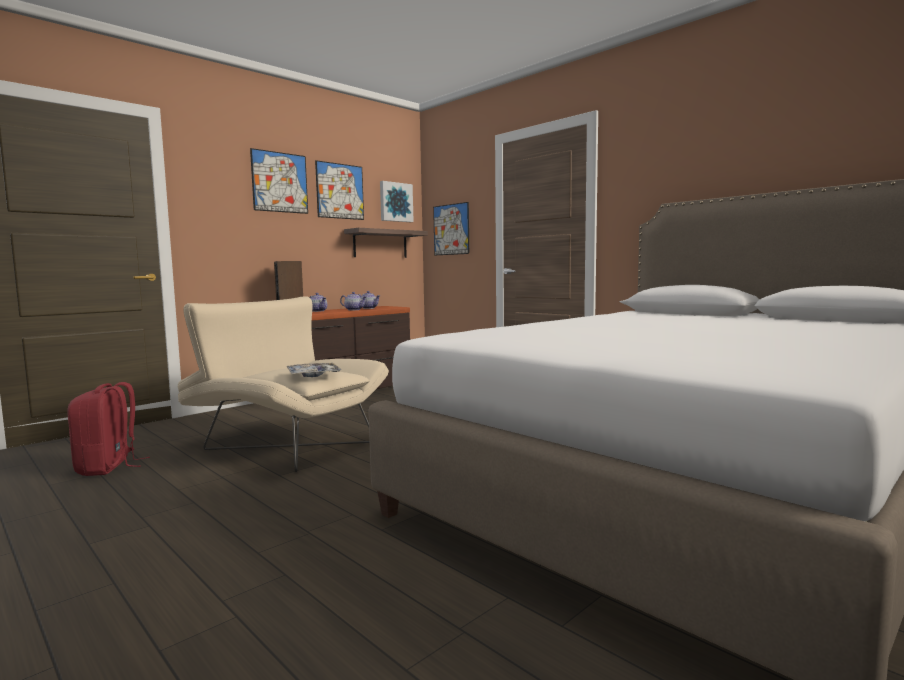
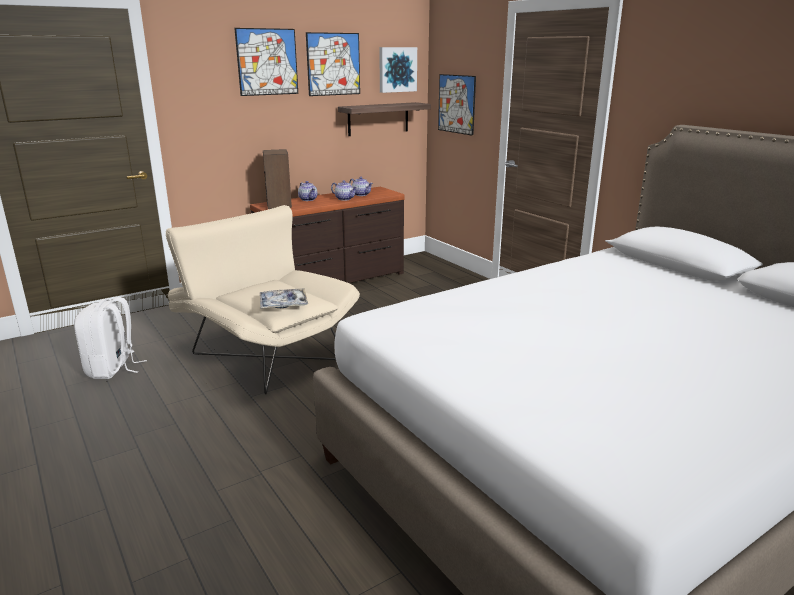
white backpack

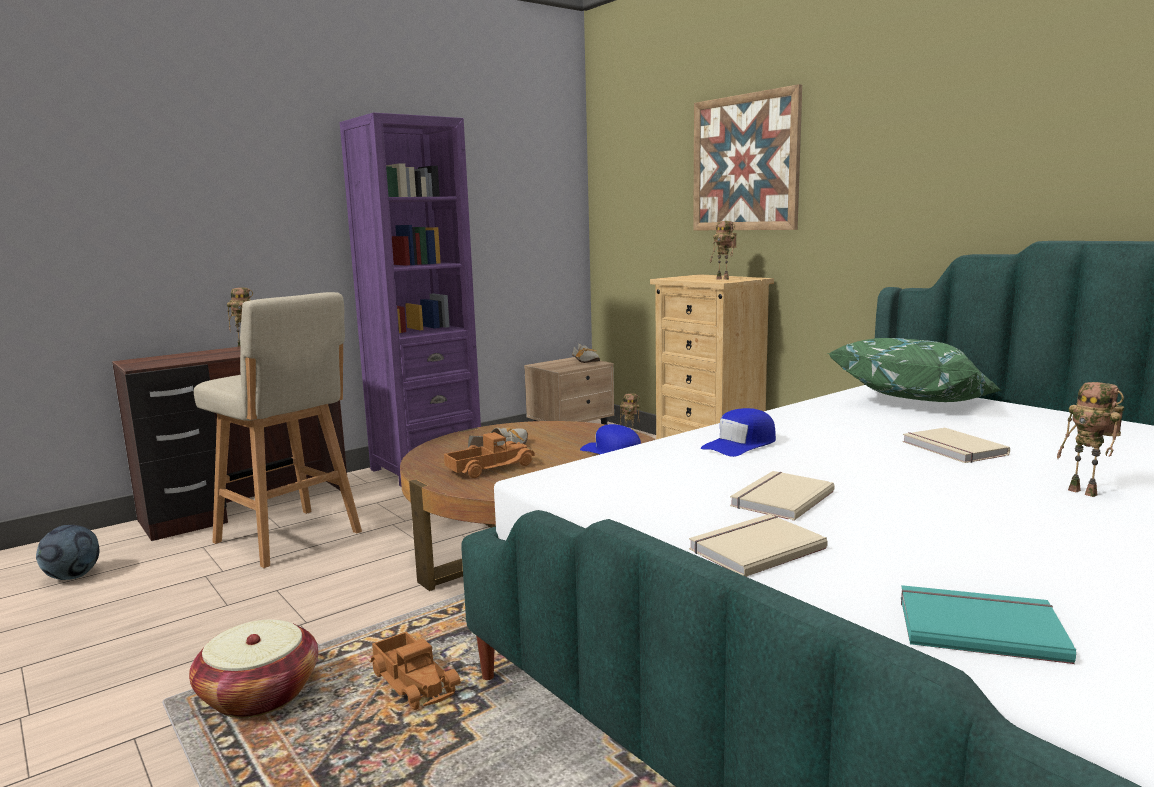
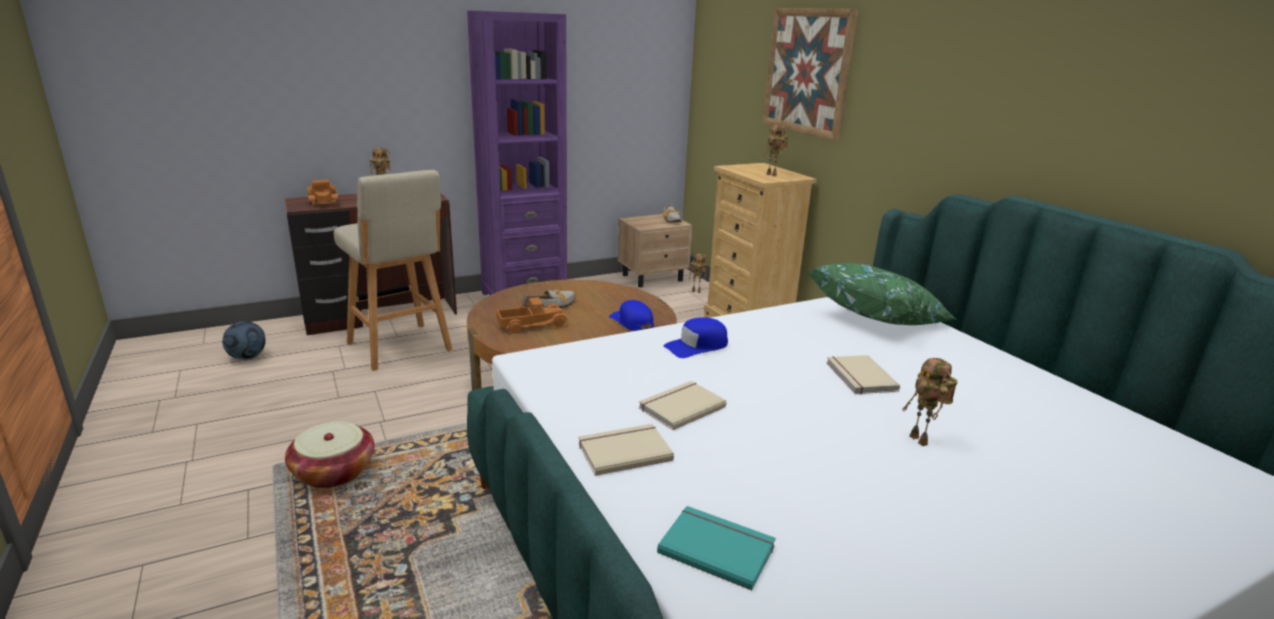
toy truck (1st from left)

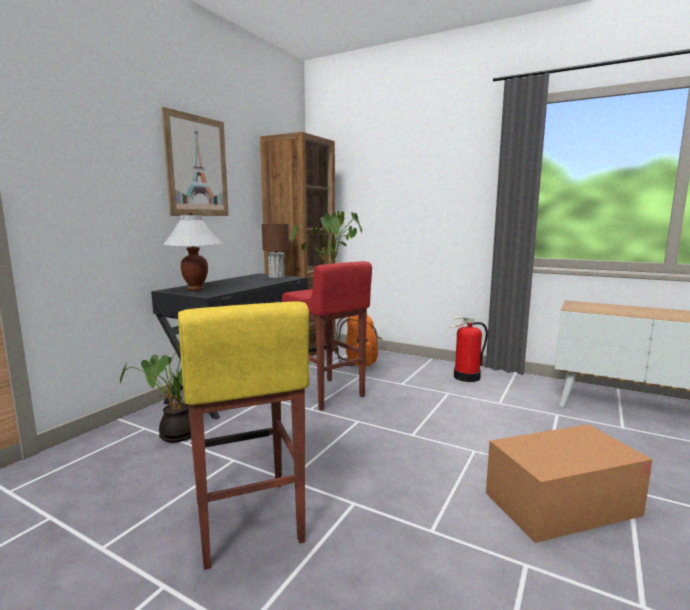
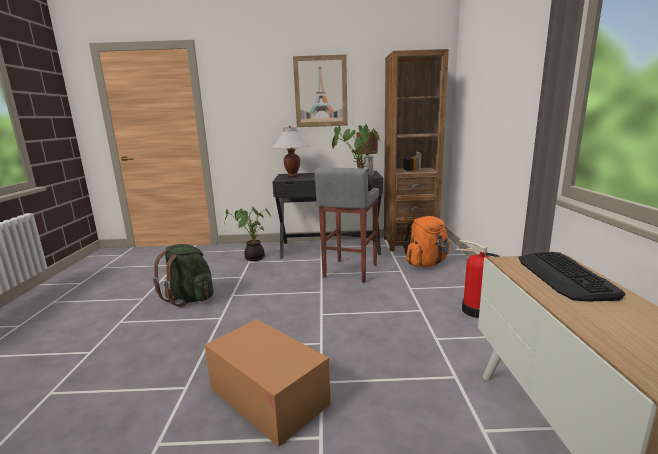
green backpack
grey stool
keyboard

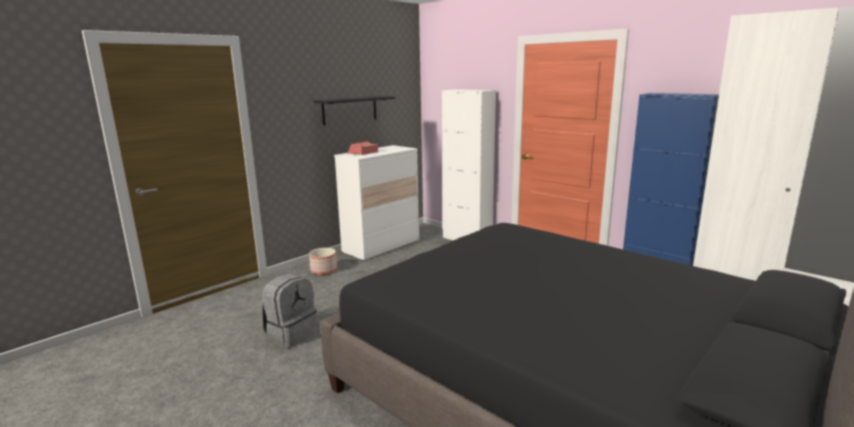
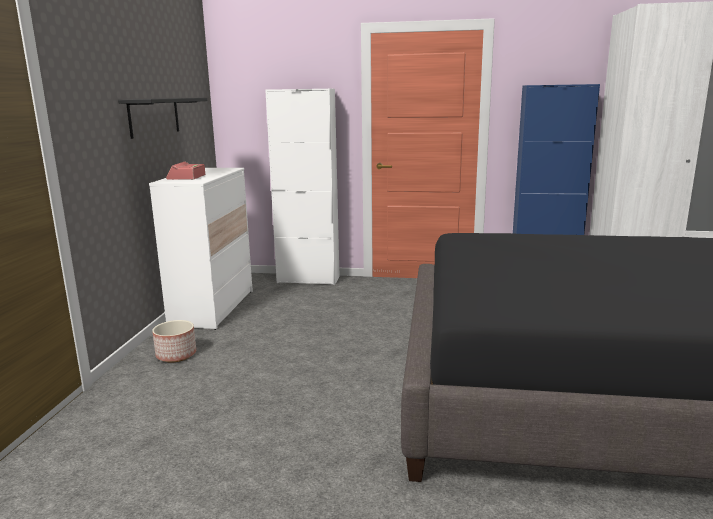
grey backpack

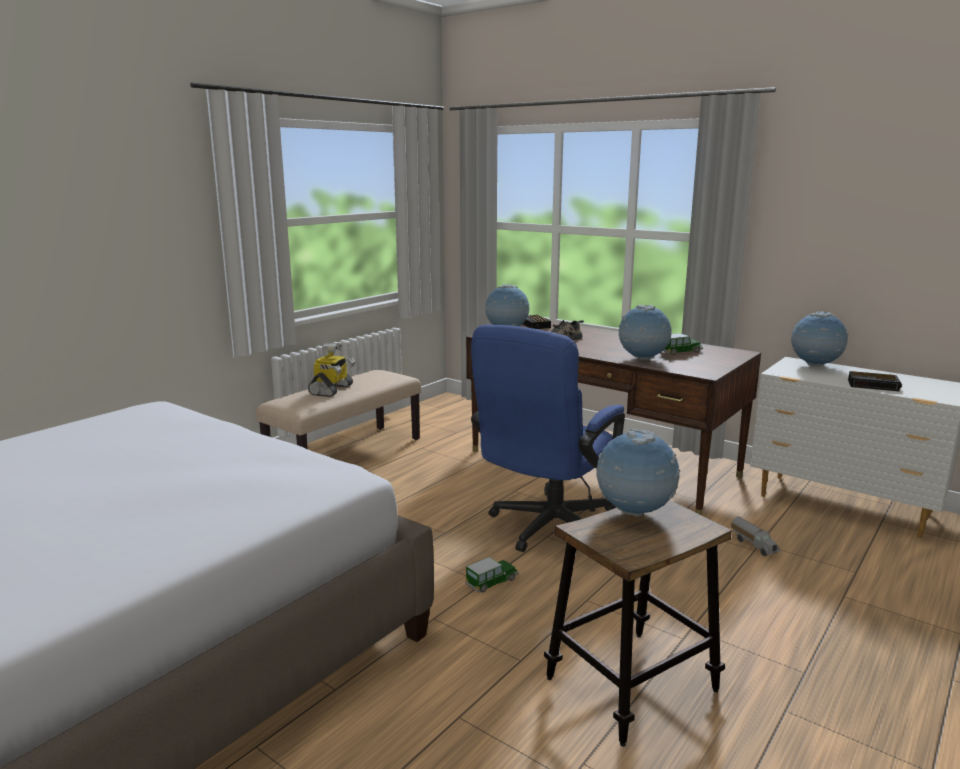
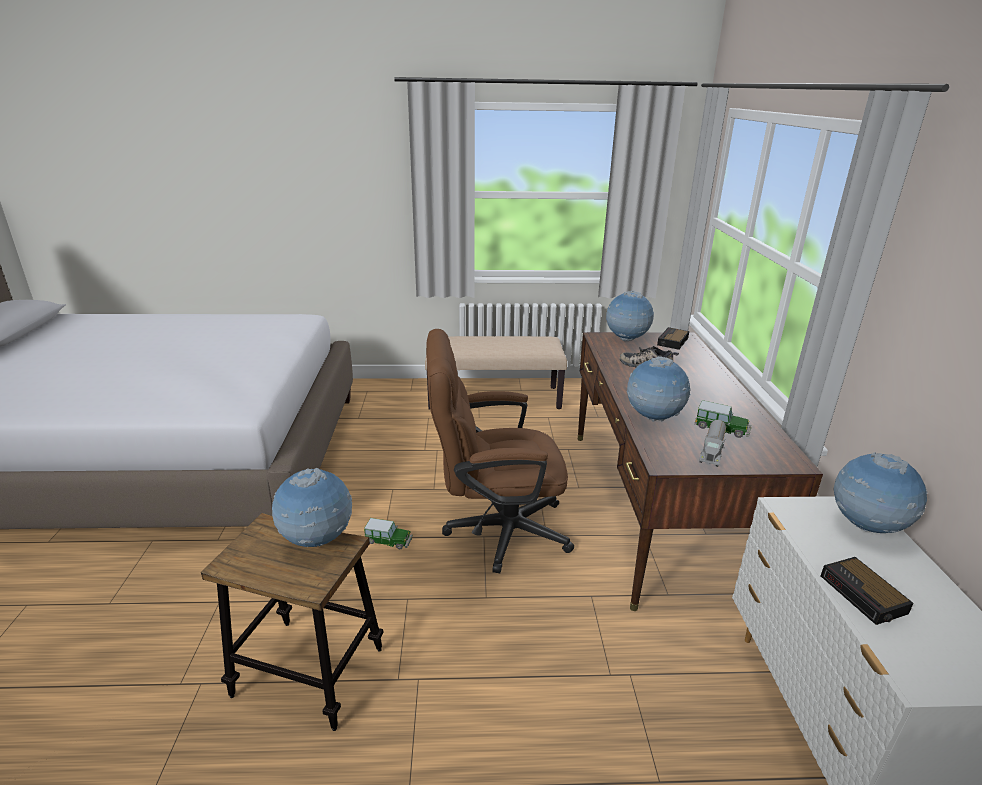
brown office chair
toy truck
toy robot

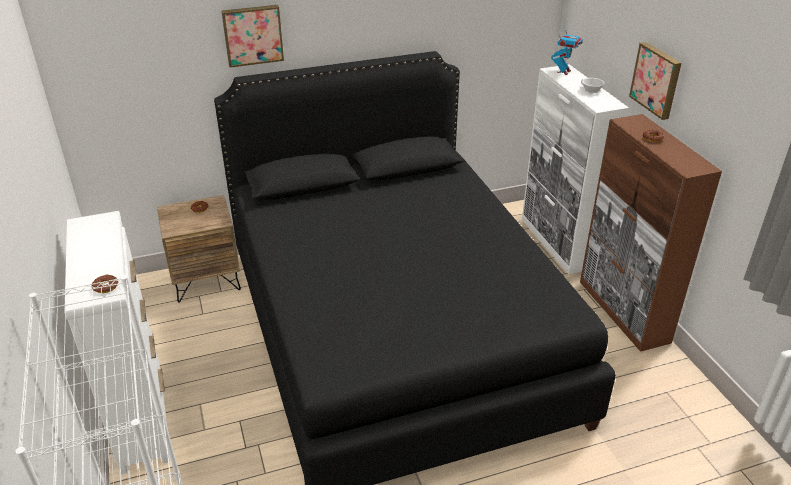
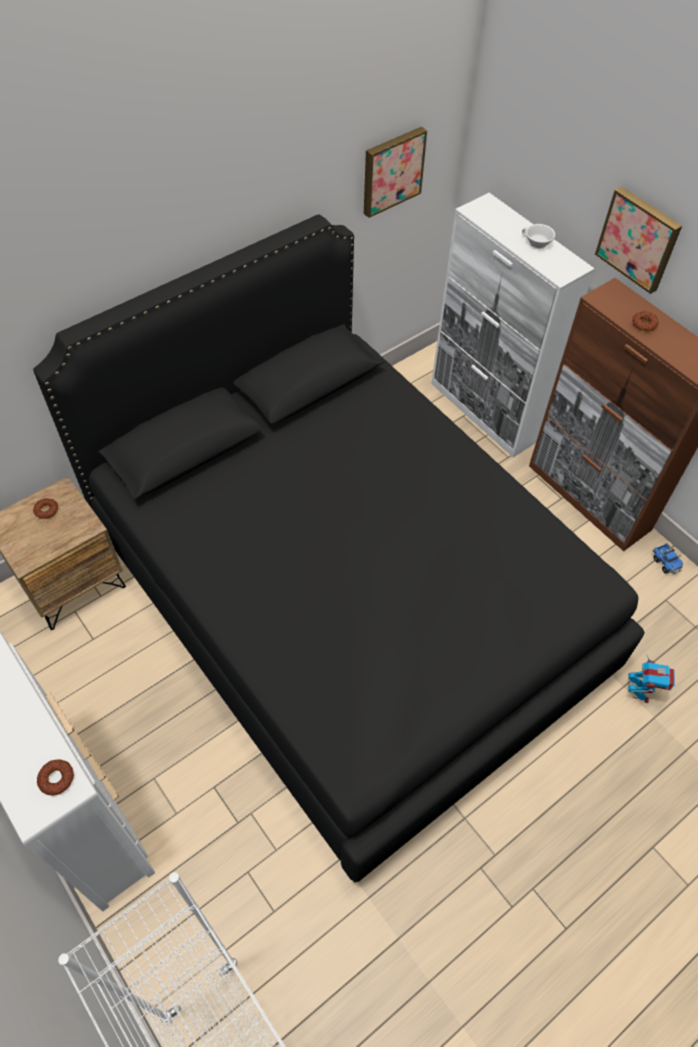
picture (1st from left)
toy robot
toy truck

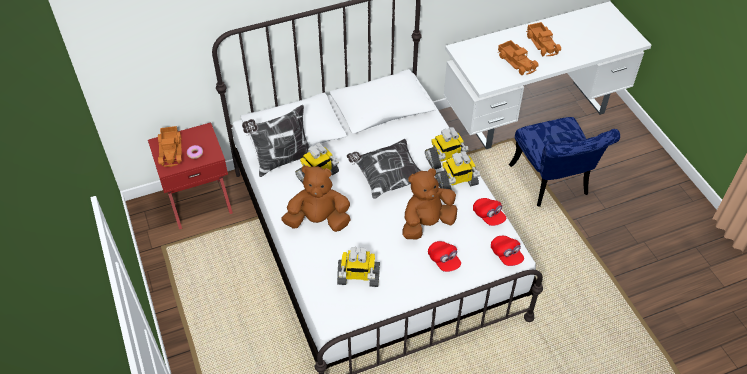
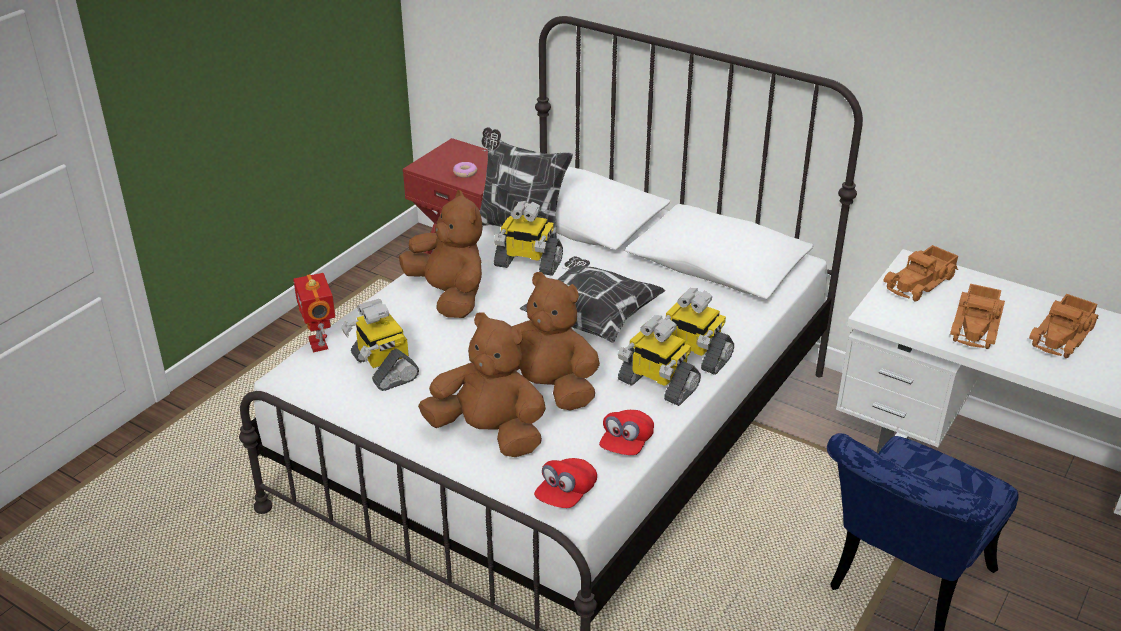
toy robot (1st from left)
brown plush toy (2nd from left)
toy truck (1st from left)

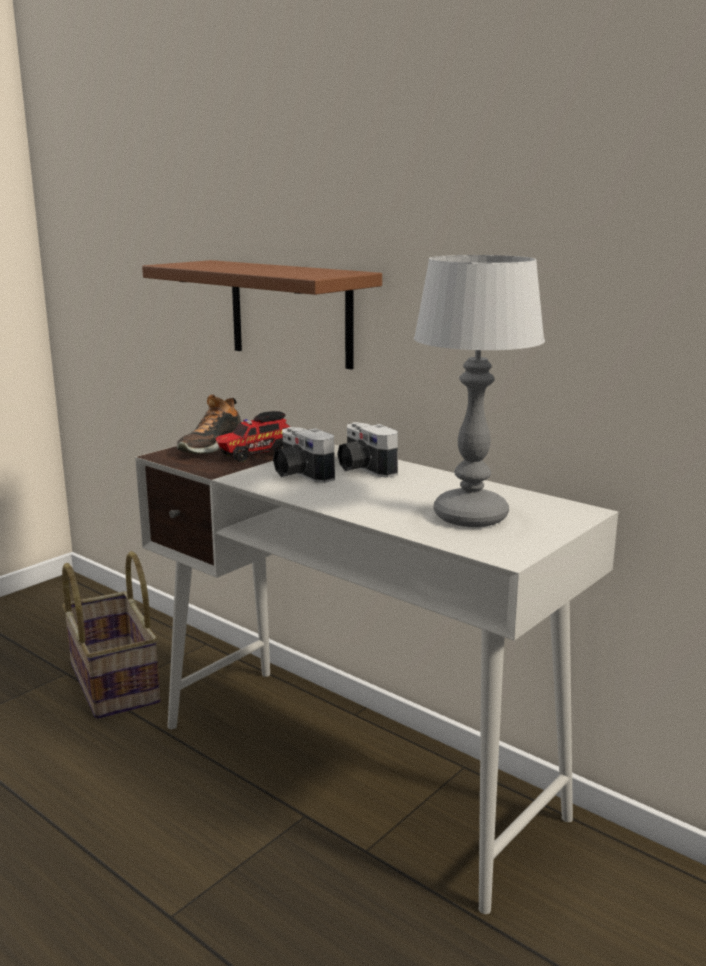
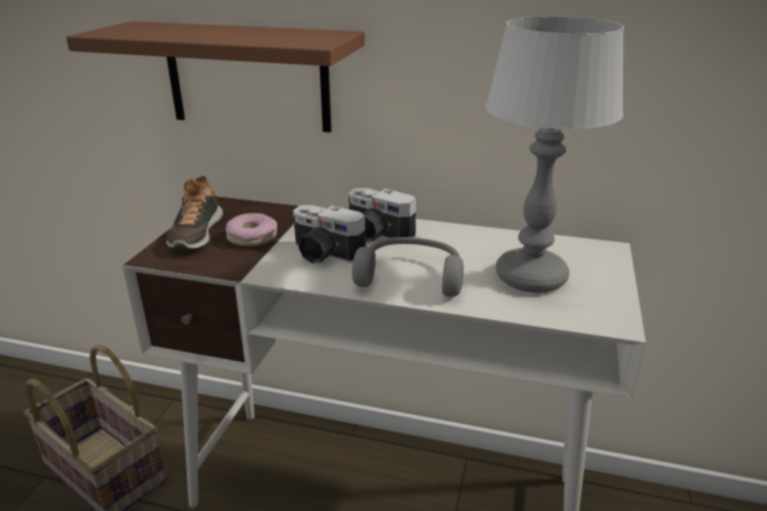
donut
grey headphones

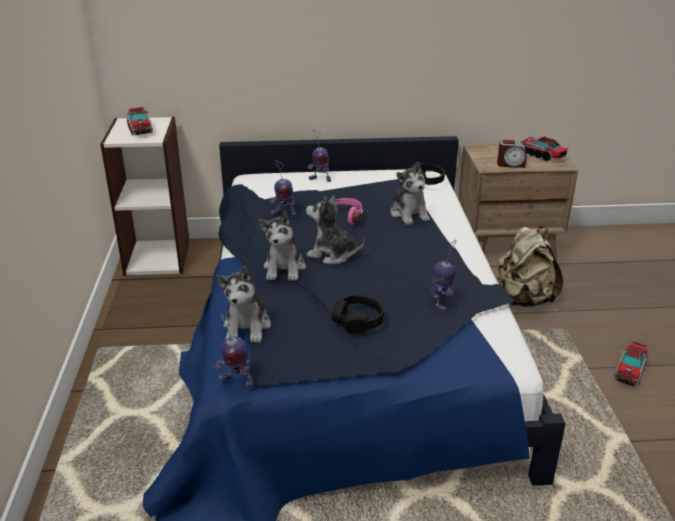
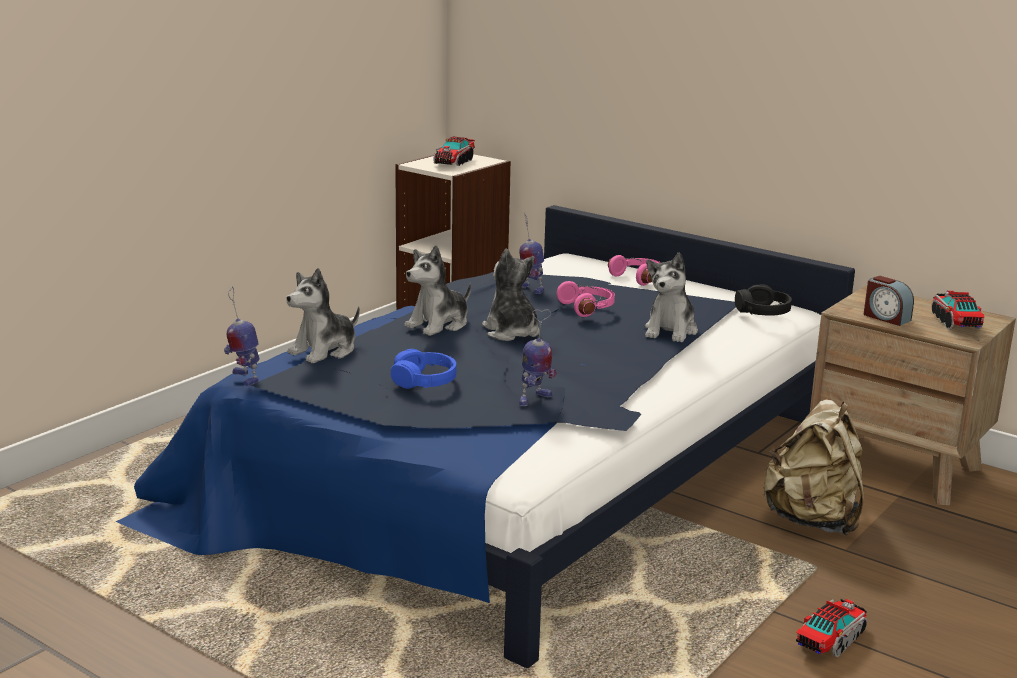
blue headphones
pink headphones (2nd from left)
toy truck (2nd from left)

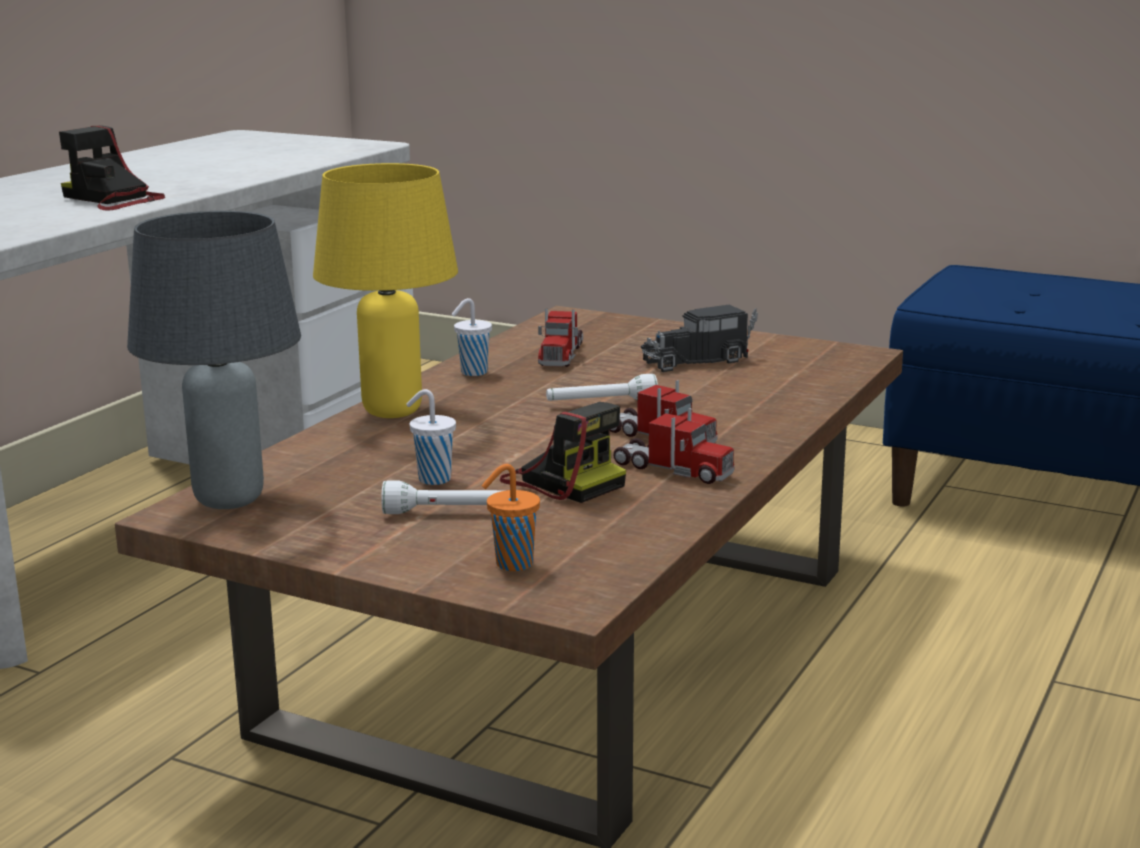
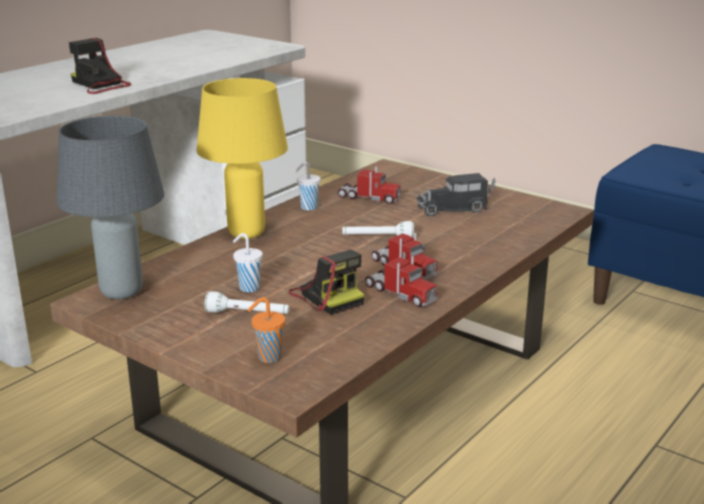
toy truck (1st from left)

